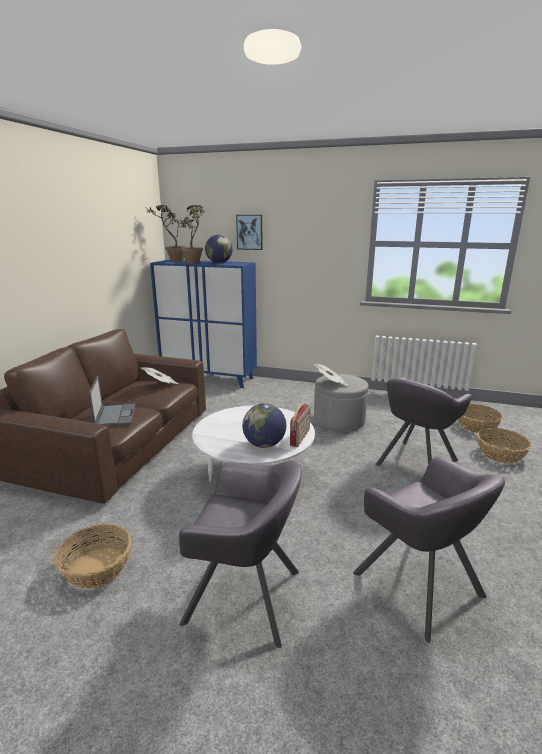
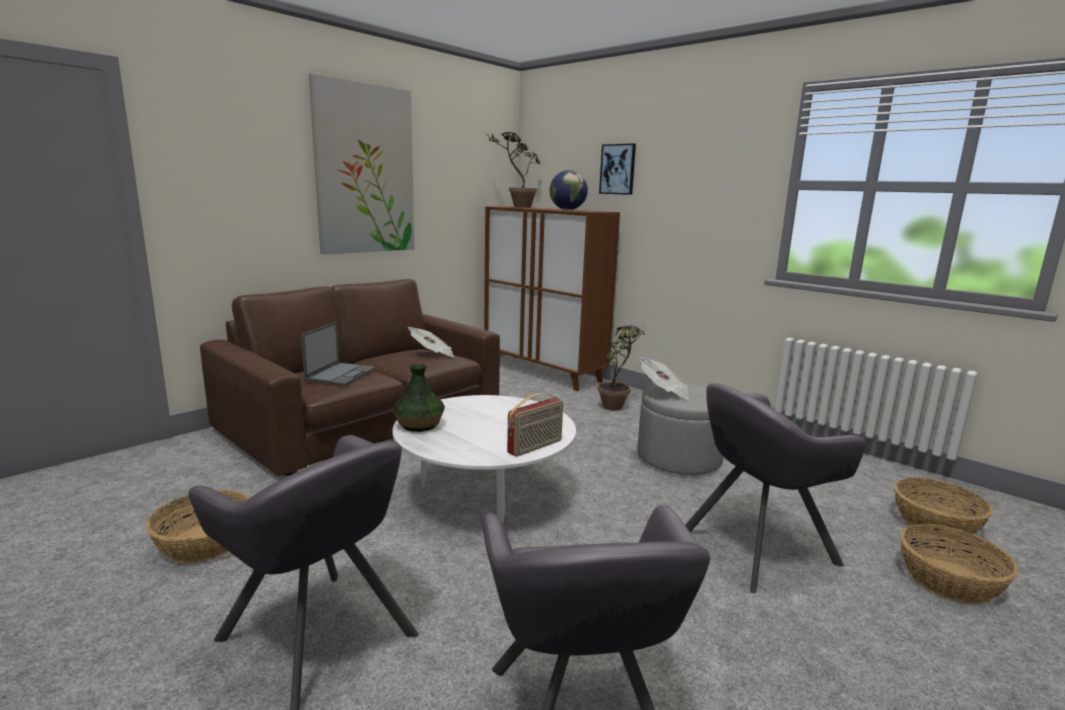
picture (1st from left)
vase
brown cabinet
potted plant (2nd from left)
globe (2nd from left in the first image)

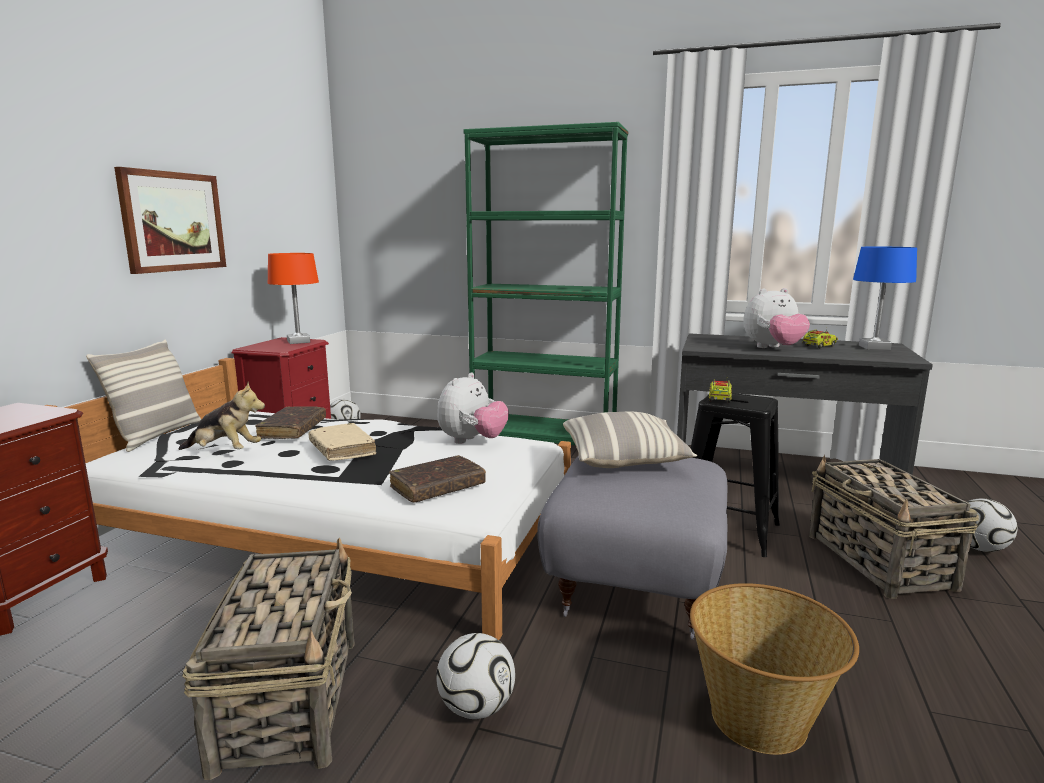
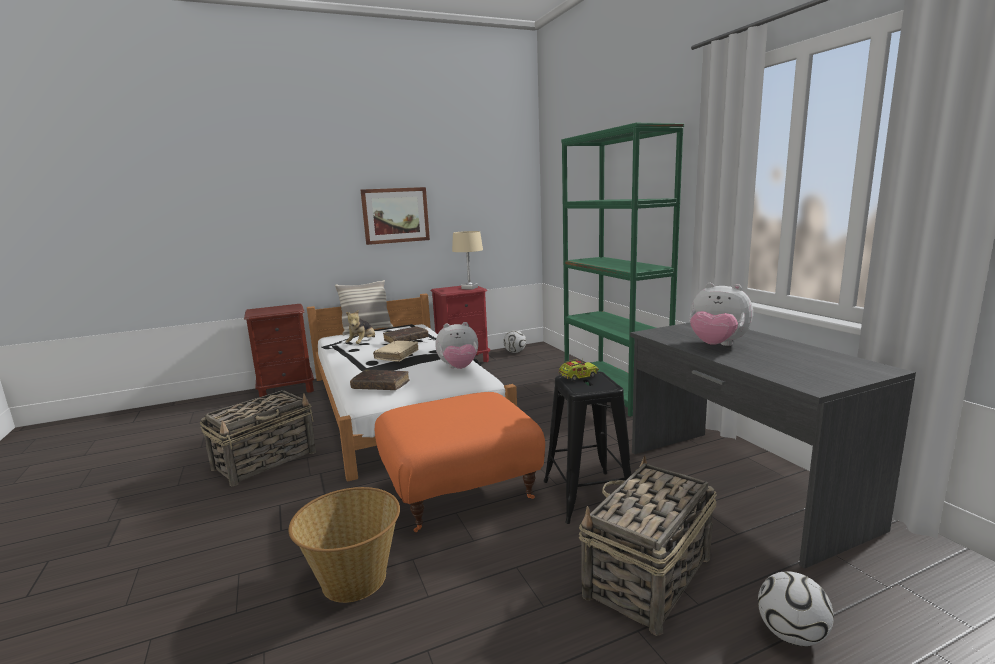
plush toy (1st from left)
orange ottoman
beige table lamp
football (2nd from left in the first image)
pillow (2nd from left in the first image)
toy truck (2nd from left in the first image)
blue table lamp

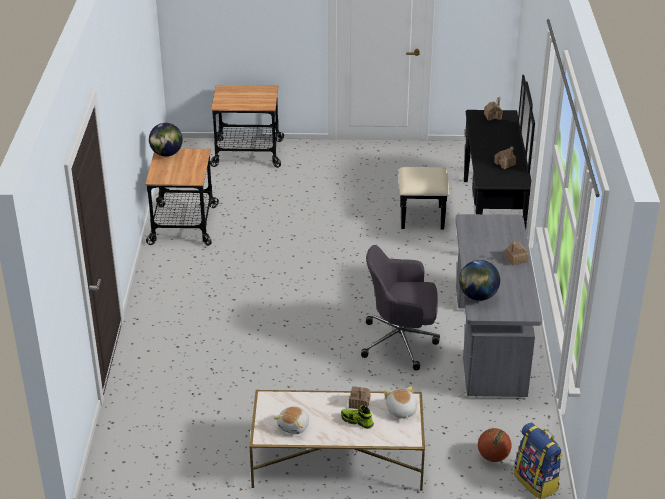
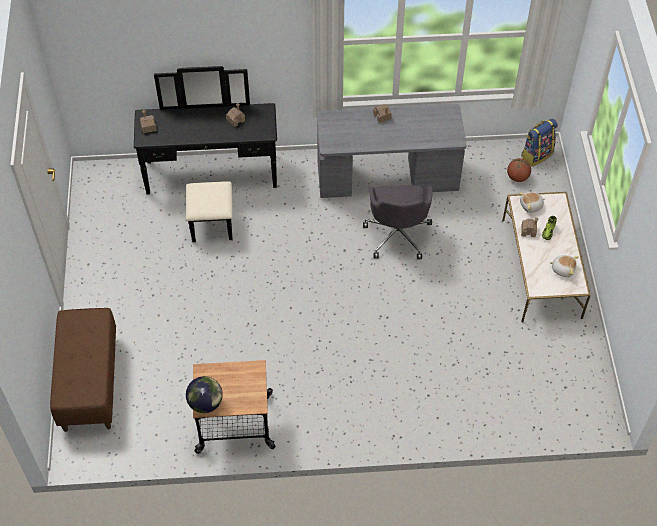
brown bench
globe (2nd from left in the first image)

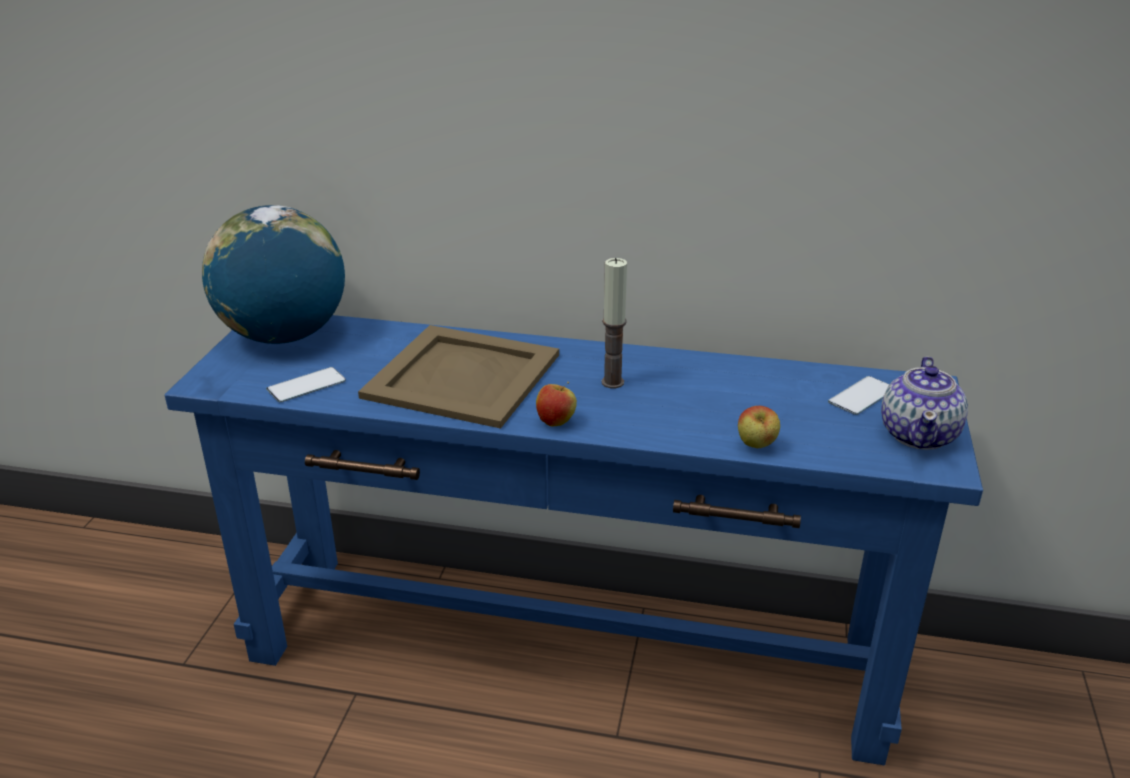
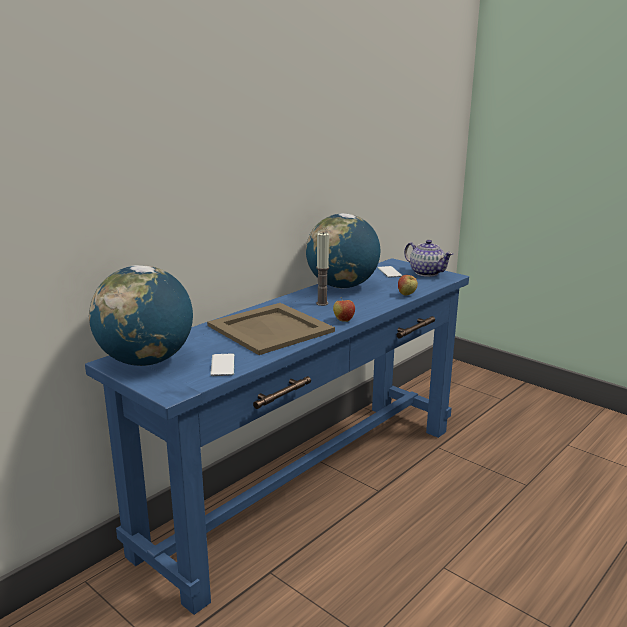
globe (2nd from left)

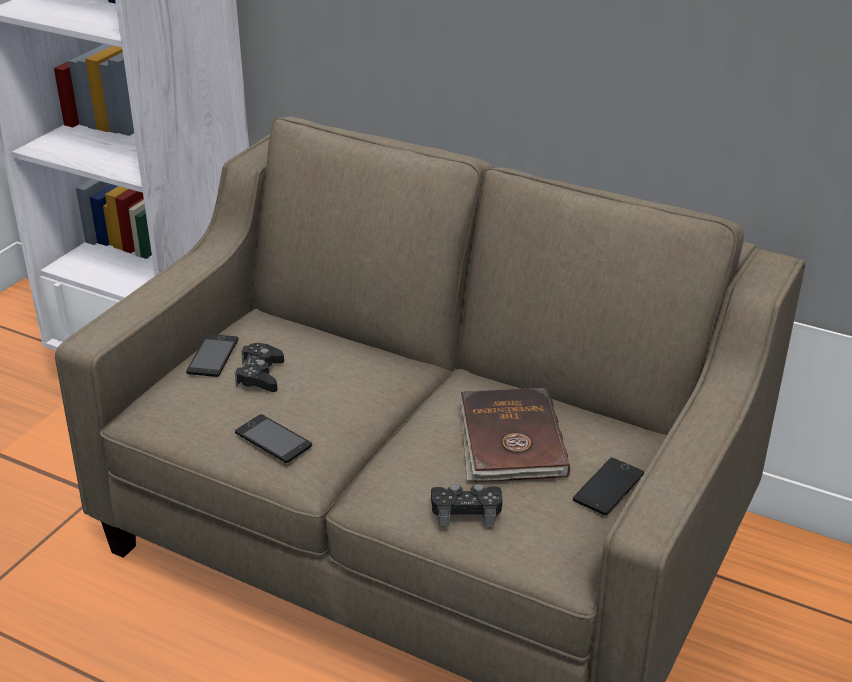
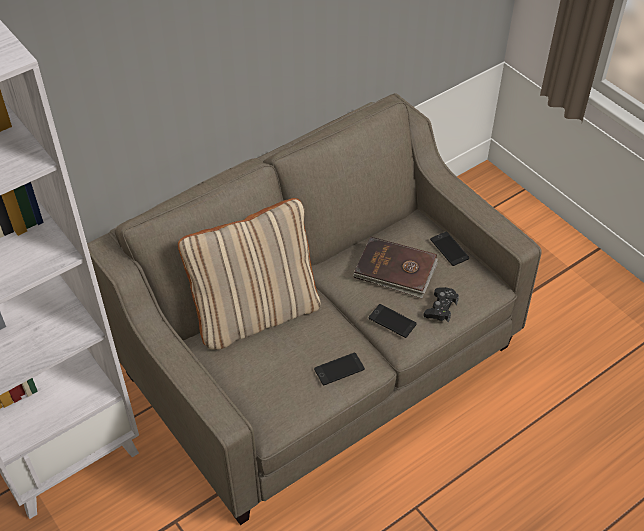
beige pillow
phone (2nd from left)
black game controller (1st from left in the first image)

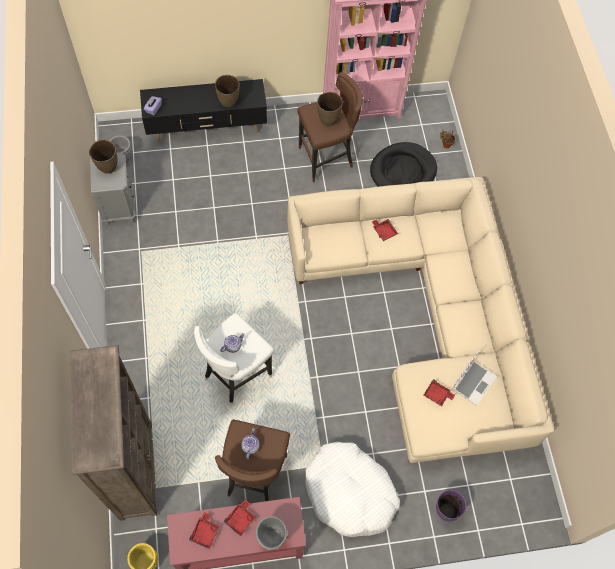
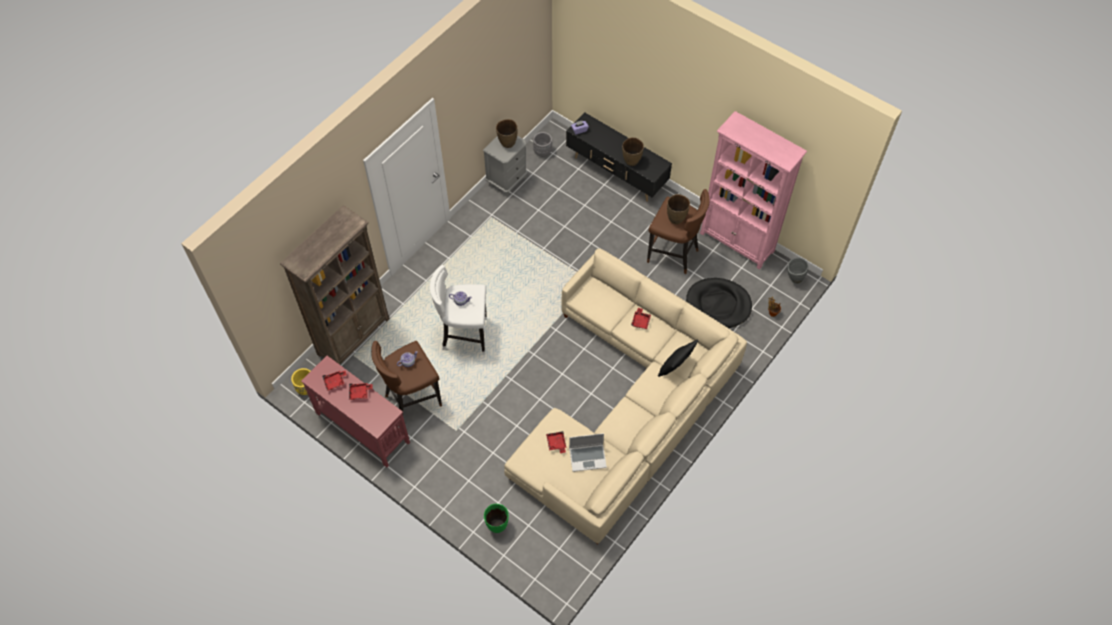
green vase
black pillow
grey vase
white dog bed

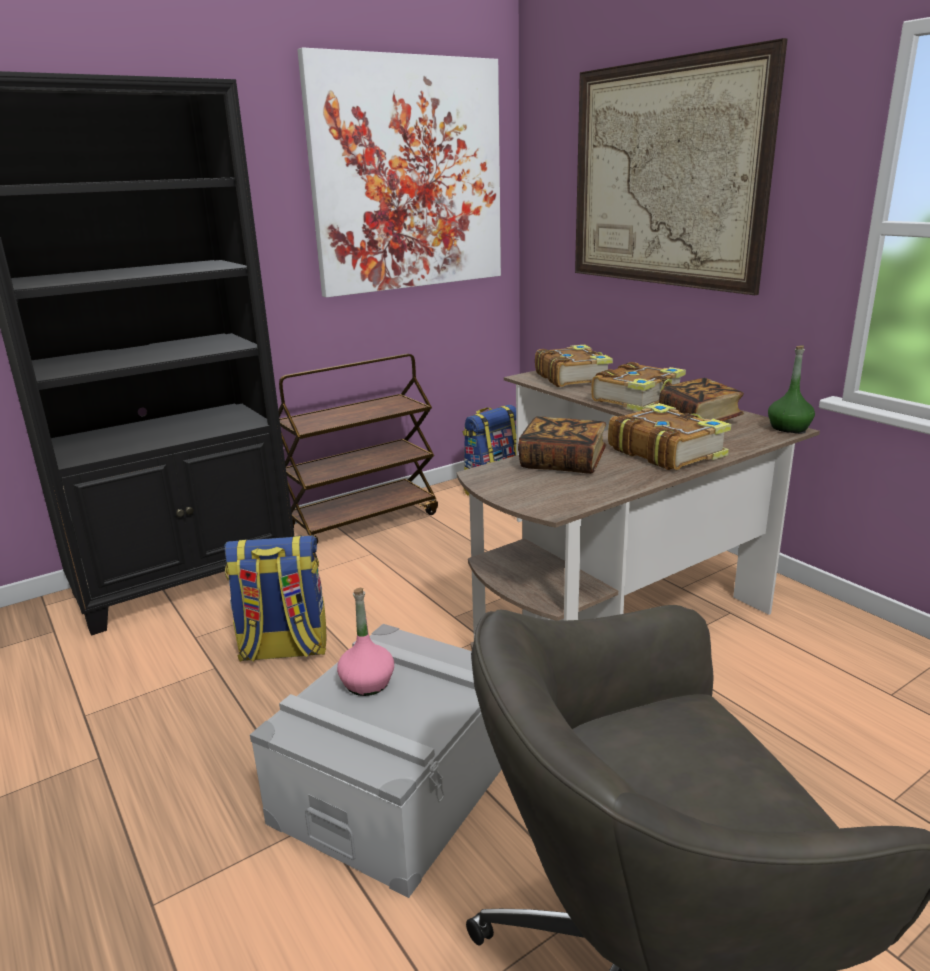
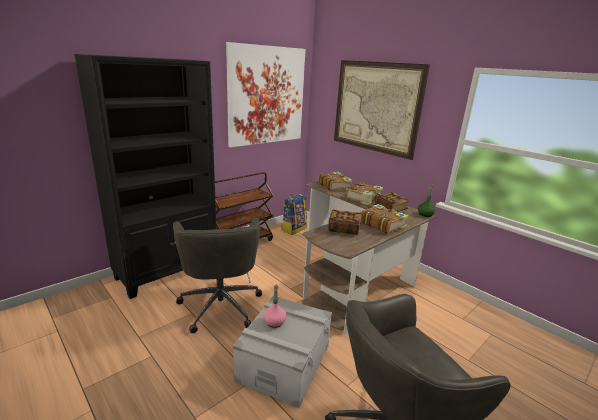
grey office chair (1st from left)

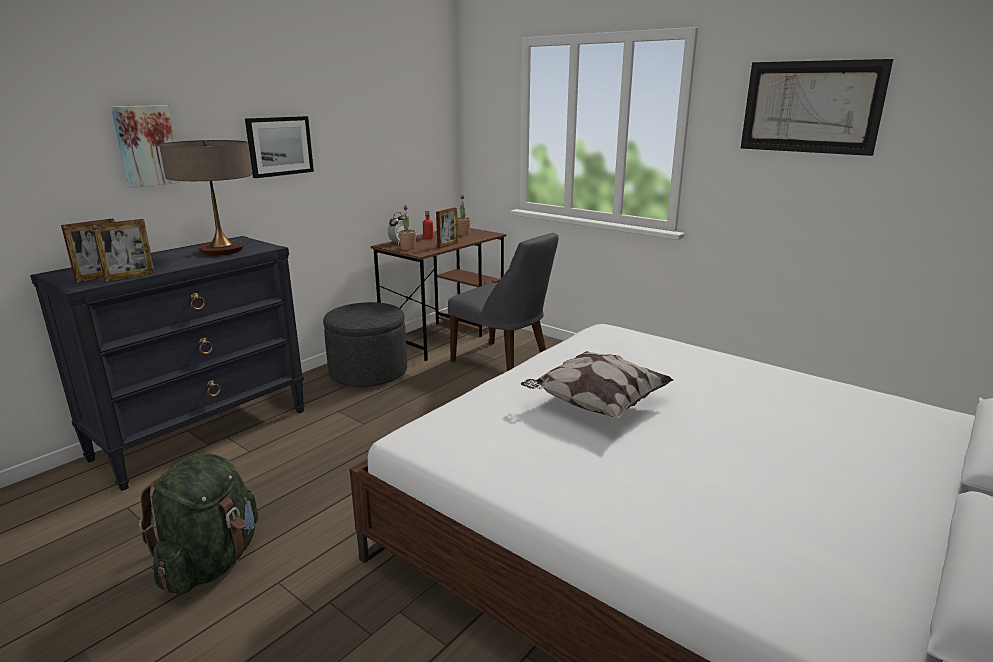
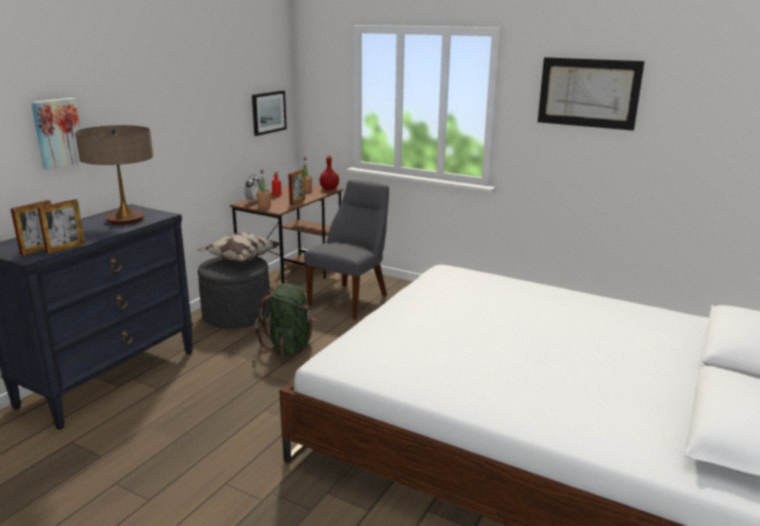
pillow
picture (2nd from left)
green backpack
grey chair
red bottle (2nd from left)

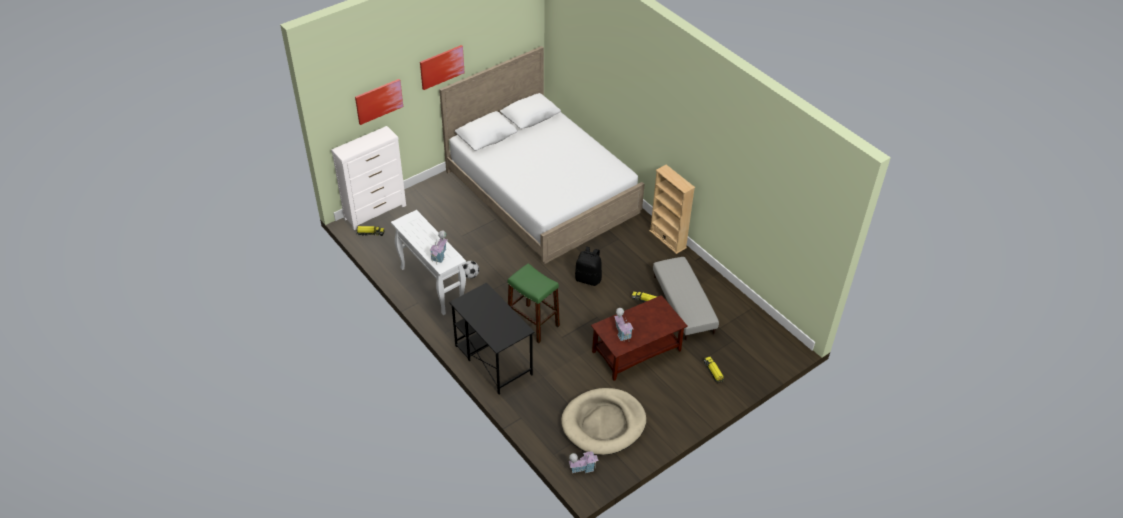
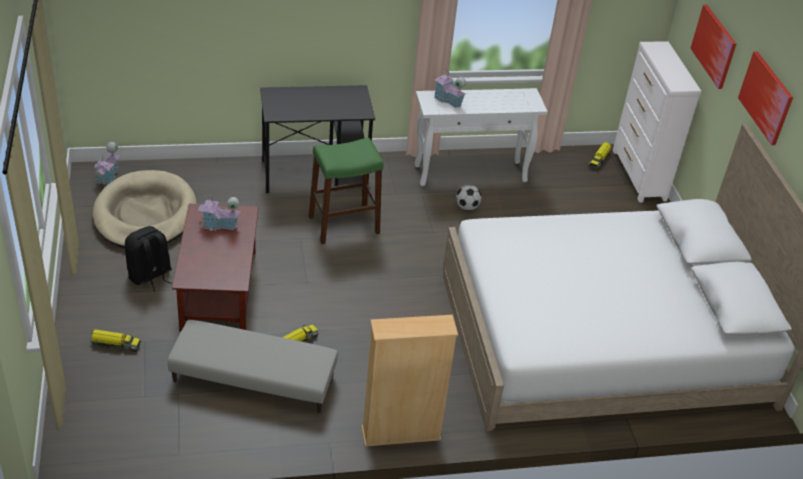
black backpack

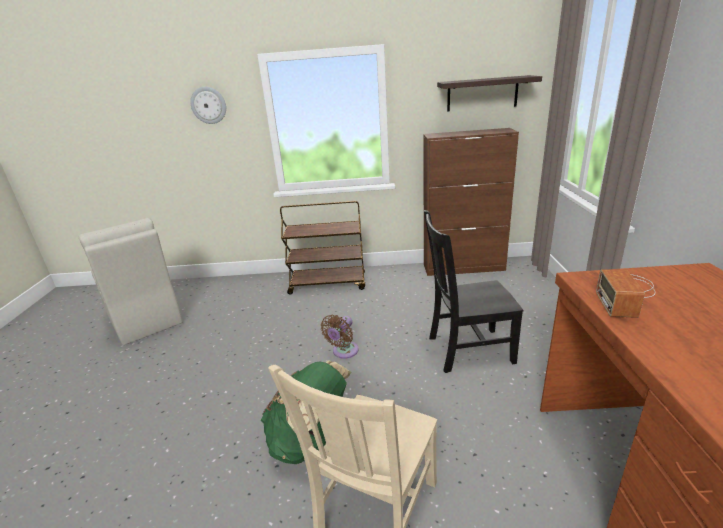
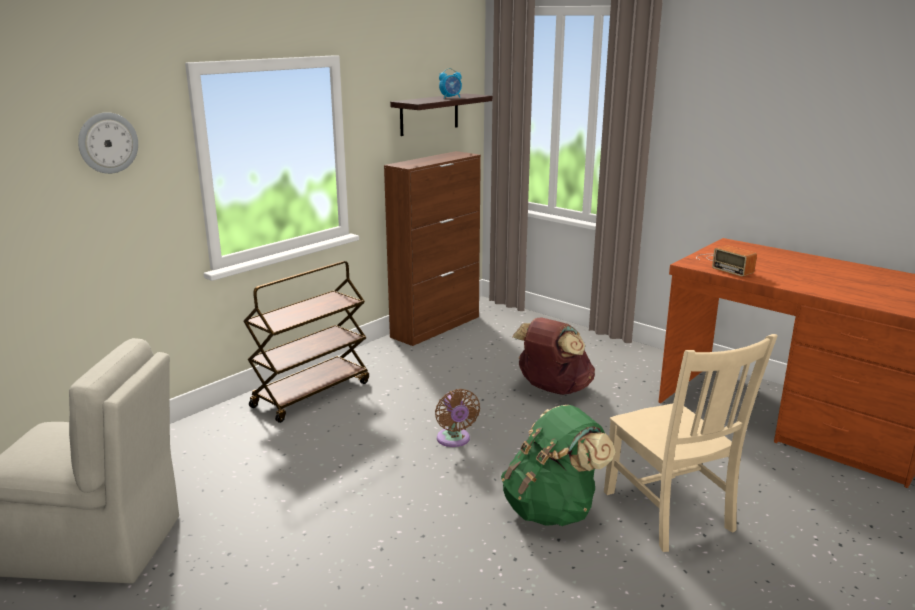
alarm clock
brown backpack

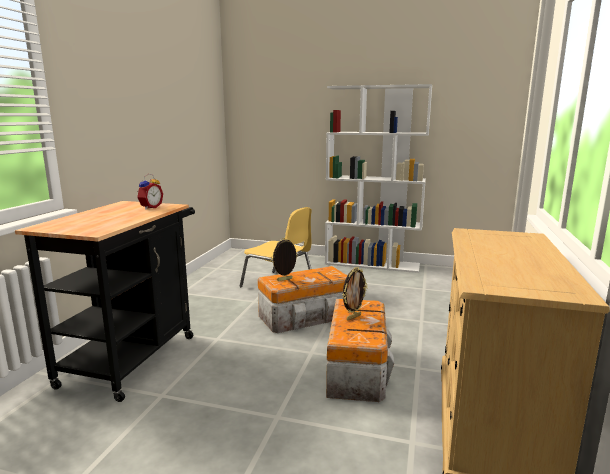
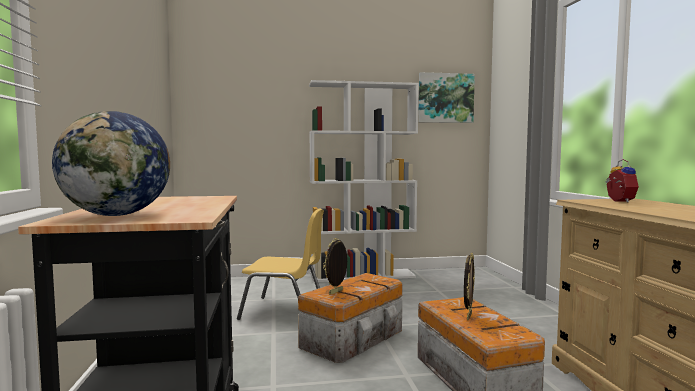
globe
picture
alarm clock

